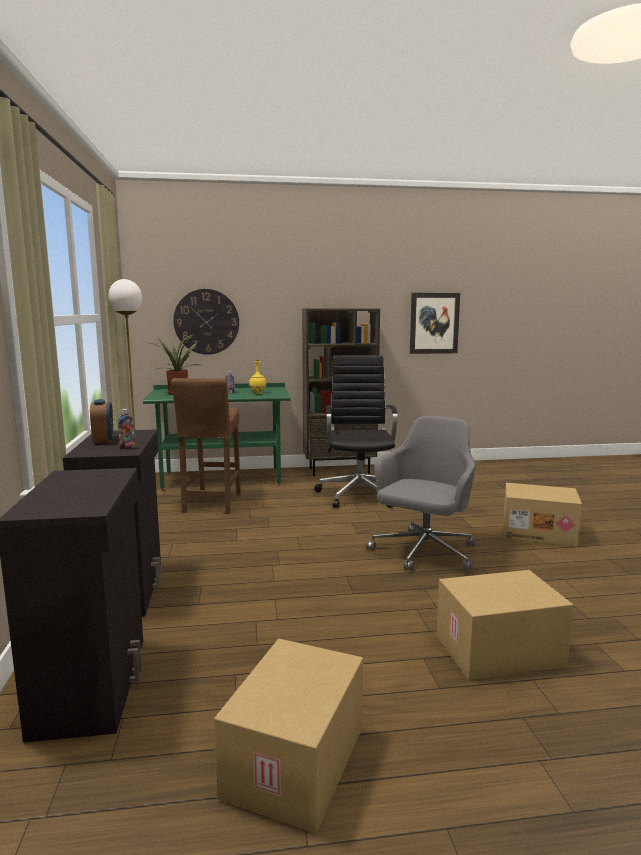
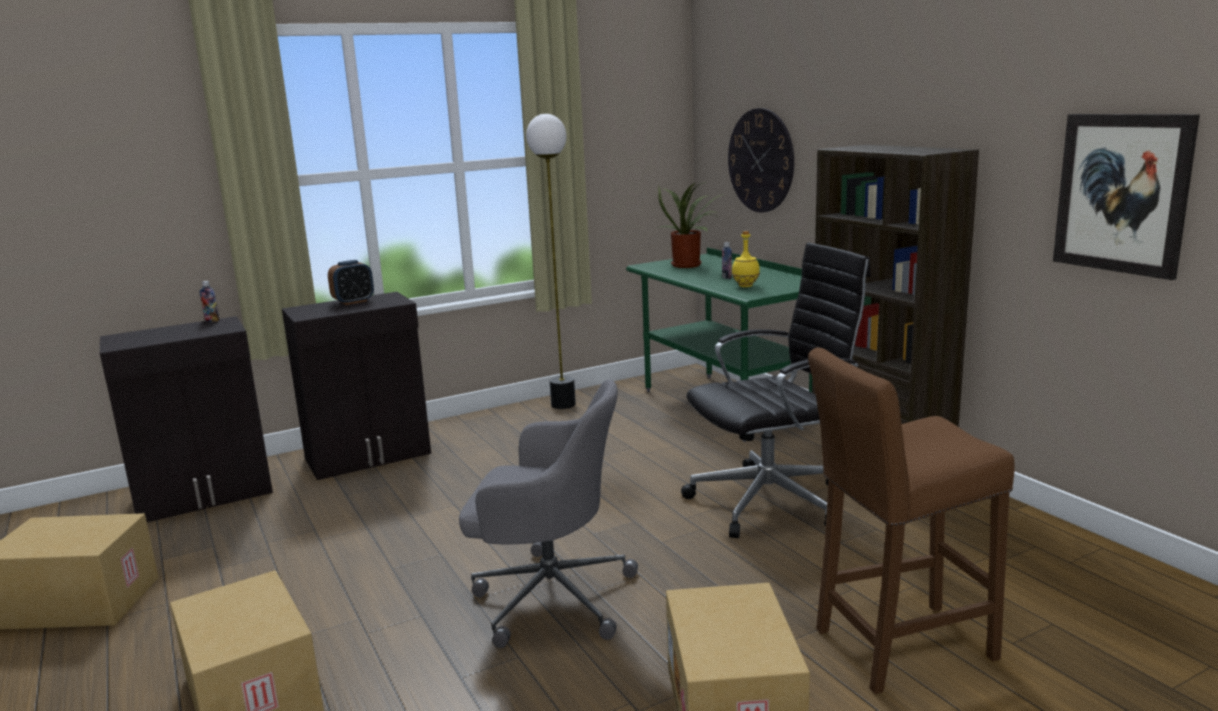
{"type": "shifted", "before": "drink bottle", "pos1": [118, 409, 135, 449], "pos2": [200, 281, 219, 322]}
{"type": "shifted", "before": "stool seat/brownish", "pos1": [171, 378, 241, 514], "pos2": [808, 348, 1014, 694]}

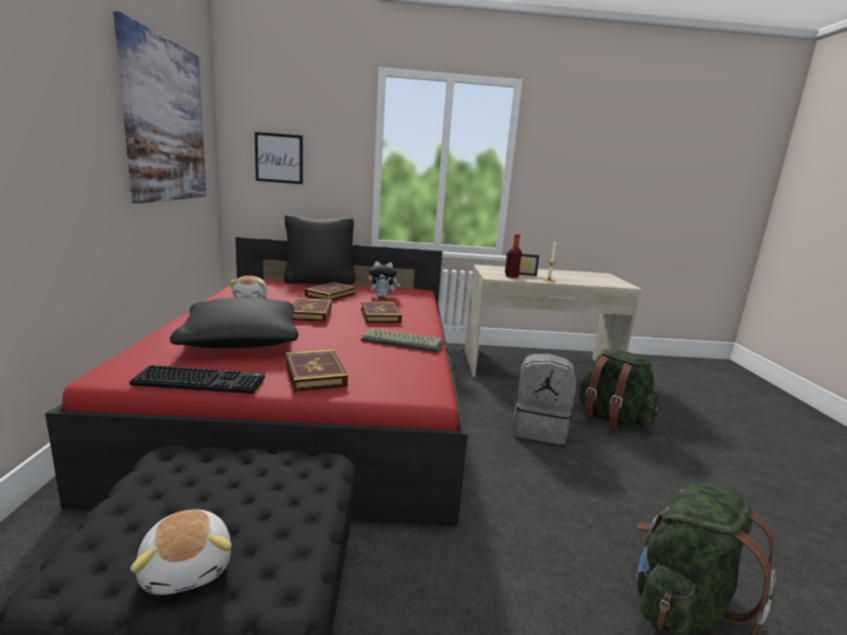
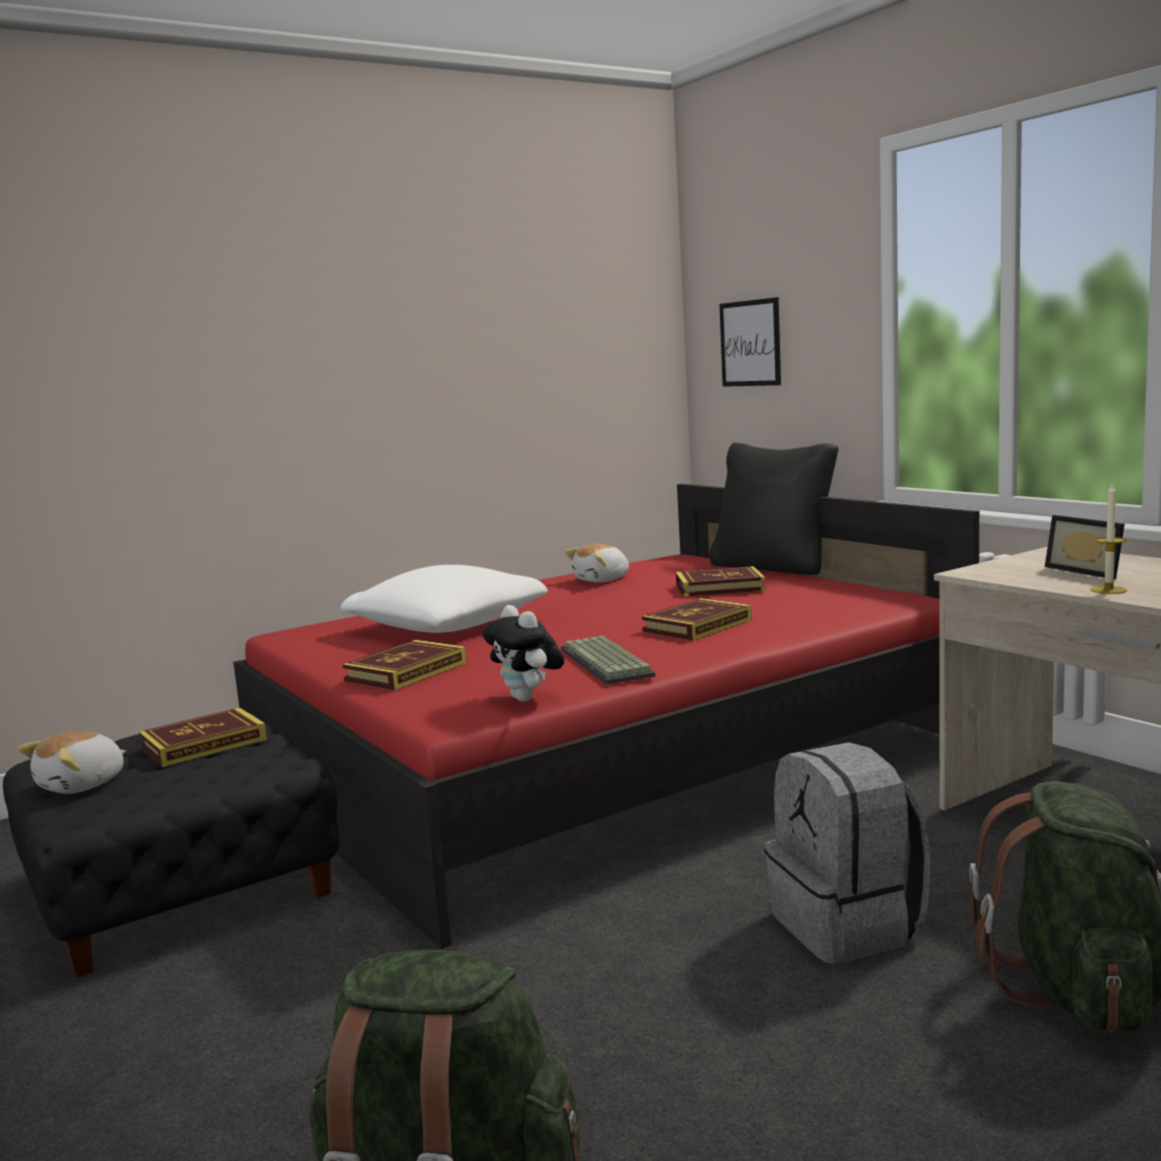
{"type": "gone", "before": "wall picture", "pos1": [113, 11, 207, 204]}
{"type": "gone", "before": "keyboard", "pos1": [129, 365, 265, 394]}
{"type": "repainted", "before": "cushion/black", "after": "cushion/white", "pos1": [170, 297, 298, 348], "pos2": [340, 565, 548, 633]}
{"type": "shifted", "before": "bound book", "pos1": [292, 298, 332, 322], "pos2": [139, 708, 267, 767]}
{"type": "shifted", "before": "soft toy", "pos1": [369, 261, 400, 297], "pos2": [483, 605, 564, 702]}
{"type": "gone", "before": "drink bottle", "pos1": [506, 234, 522, 278]}

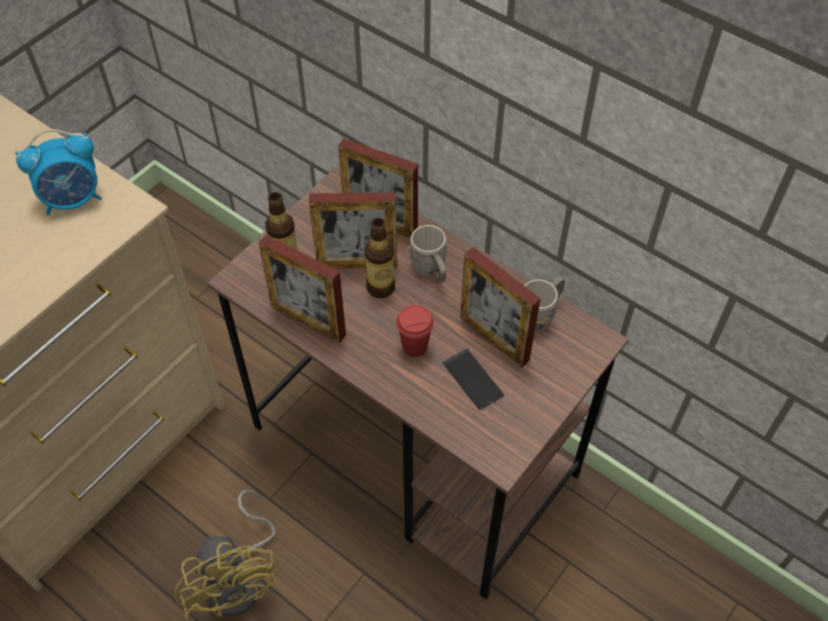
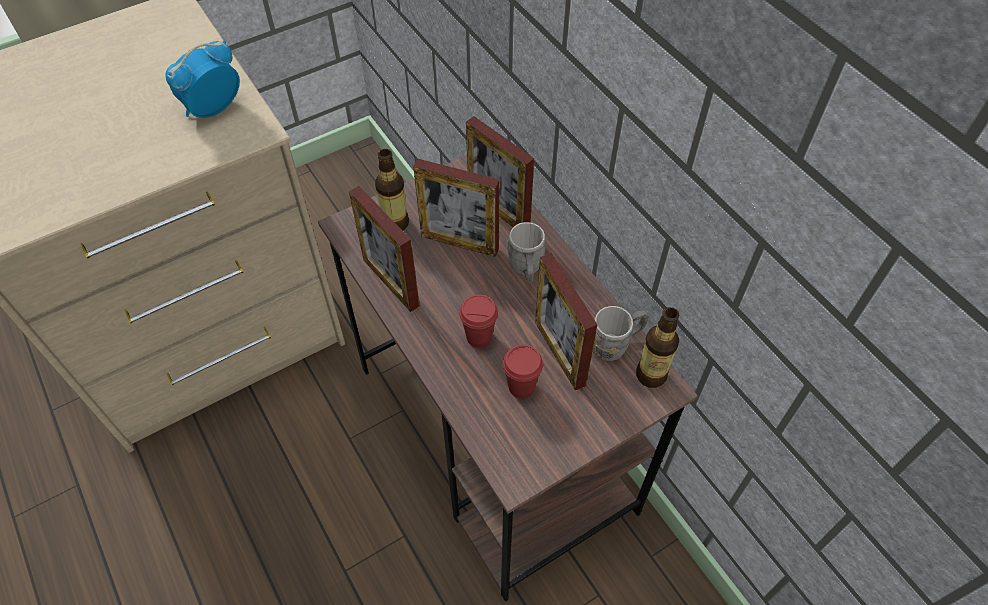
{"type": "rotated", "before": "alarm clock", "pos1": [15, 129, 102, 215], "pos2": [166, 40, 240, 118], "turn": 135}
{"type": "gone", "before": "cooling fan/yellowish", "pos1": [174, 489, 280, 619]}
{"type": "shifted", "before": "drink bottle", "pos1": [364, 218, 395, 298], "pos2": [636, 307, 679, 388]}
{"type": "swapped", "before": "telephone", "after": "cup/reddish", "pos1": [442, 348, 505, 410], "pos2": [503, 344, 543, 398]}

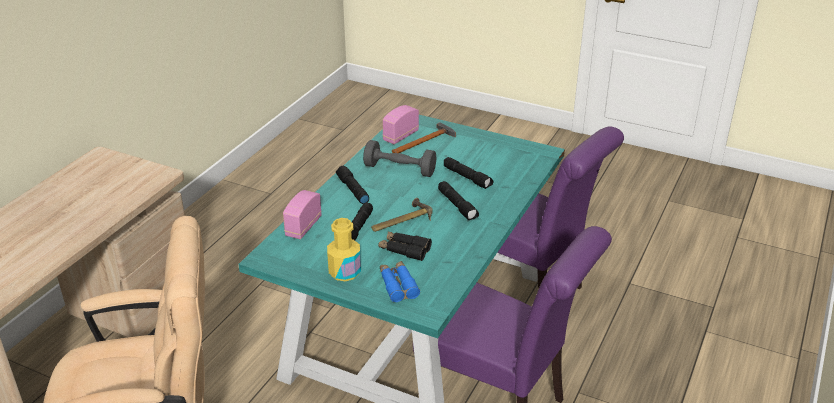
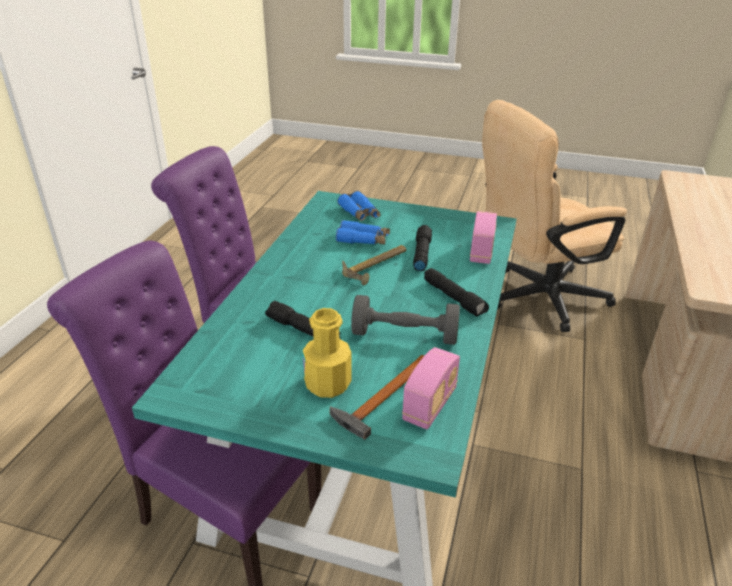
{"type": "shifted", "before": "drink bottle/yellowish", "pos1": [327, 218, 361, 281], "pos2": [302, 308, 351, 398]}
{"type": "repainted", "before": "field glasses/black", "after": "field glasses/blue", "pos1": [378, 231, 432, 261], "pos2": [336, 220, 390, 244]}
{"type": "gone", "before": "torch/black", "pos1": [438, 181, 479, 220]}

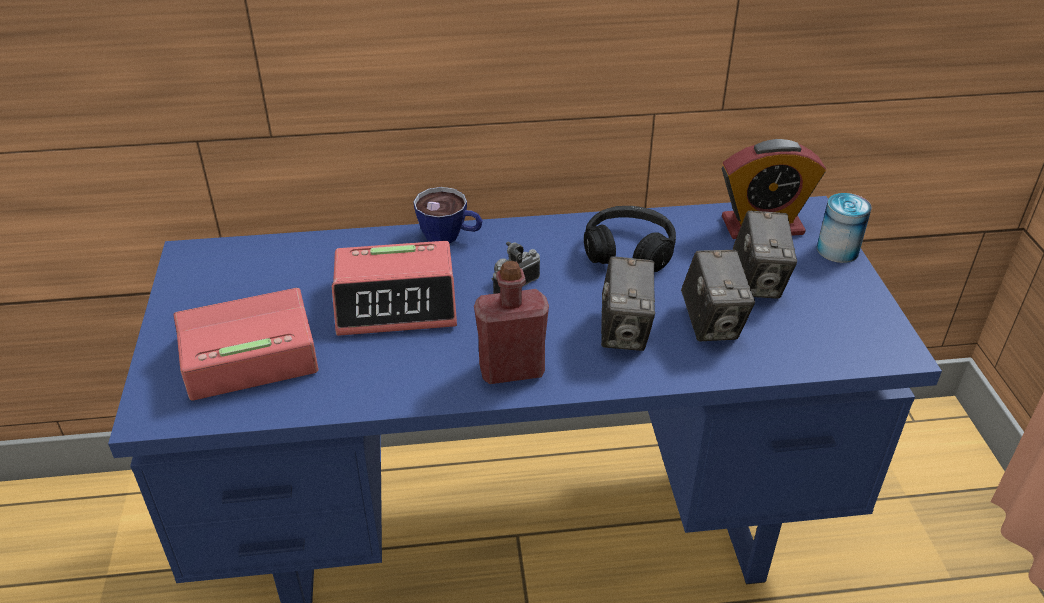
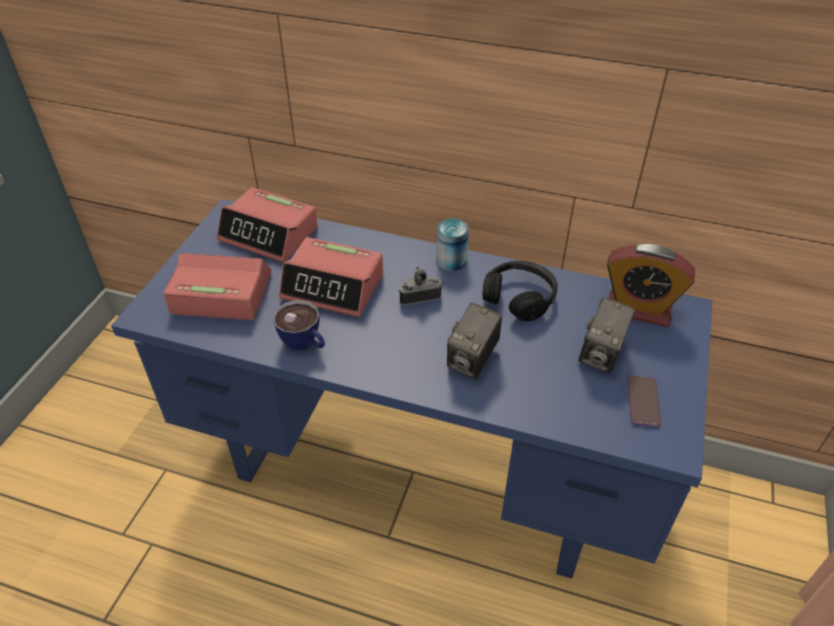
{"type": "shifted", "before": "cup", "pos1": [414, 187, 483, 244], "pos2": [273, 300, 325, 351]}
{"type": "gone", "before": "drink bottle/reddish", "pos1": [474, 261, 549, 384]}
{"type": "gone", "before": "photo camera", "pos1": [681, 250, 755, 341]}
{"type": "shifted", "before": "can", "pos1": [817, 193, 872, 263], "pos2": [436, 219, 469, 271]}
{"type": "new", "after": "alarm clock", "pos2": [217, 188, 318, 262]}
{"type": "new", "after": "telephone", "pos2": [628, 375, 661, 427]}

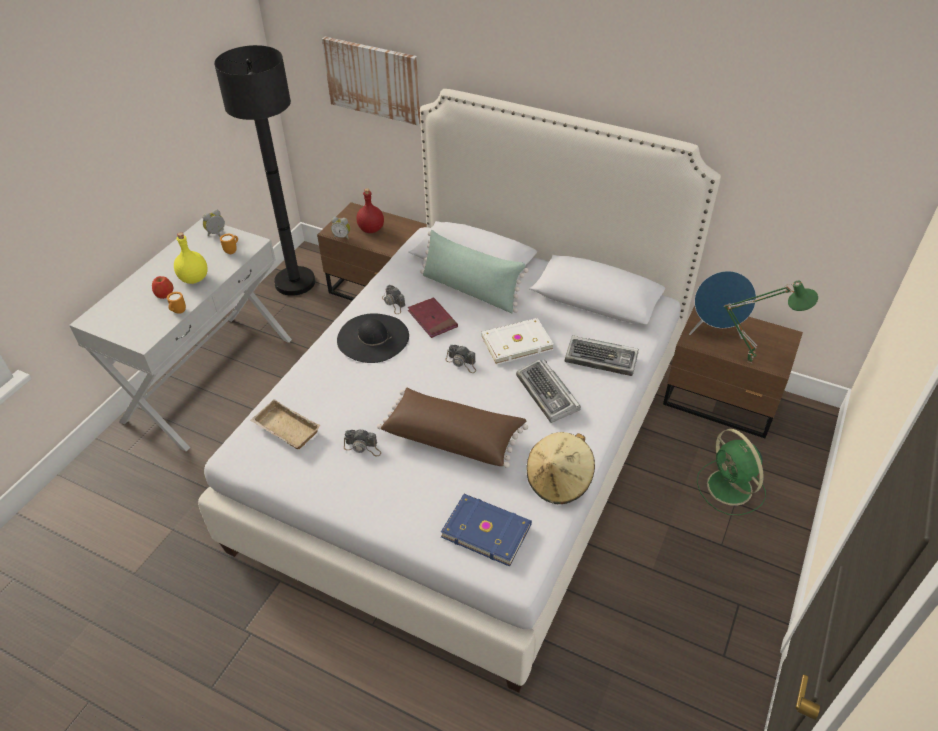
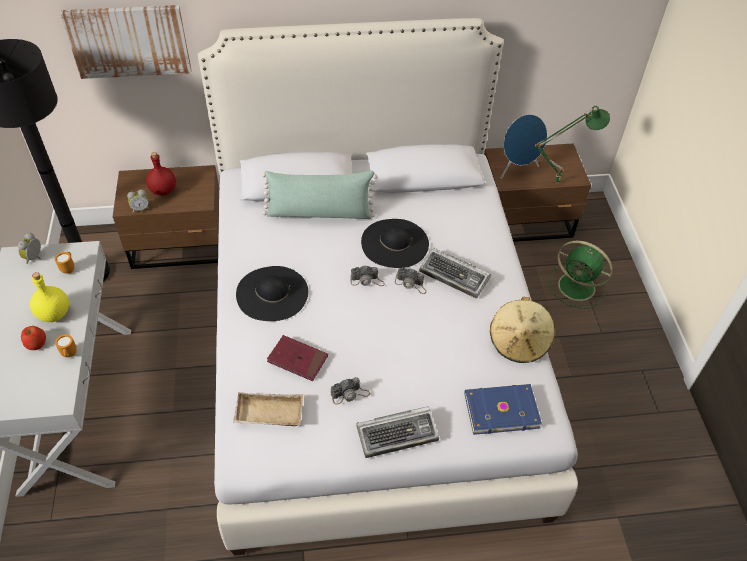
{"type": "gone", "before": "cushion/brownish", "pos1": [377, 388, 528, 468]}
{"type": "shifted", "before": "photo camera", "pos1": [382, 285, 405, 314], "pos2": [395, 268, 427, 294]}
{"type": "shifted", "before": "bound book/reddish", "pos1": [408, 297, 458, 338], "pos2": [267, 335, 328, 381]}
{"type": "swapped", "before": "bound book/white", "after": "hat/black", "pos1": [481, 318, 554, 365], "pos2": [361, 219, 429, 268]}
{"type": "shifted", "before": "keyboard", "pos1": [565, 335, 639, 376], "pos2": [356, 407, 439, 458]}

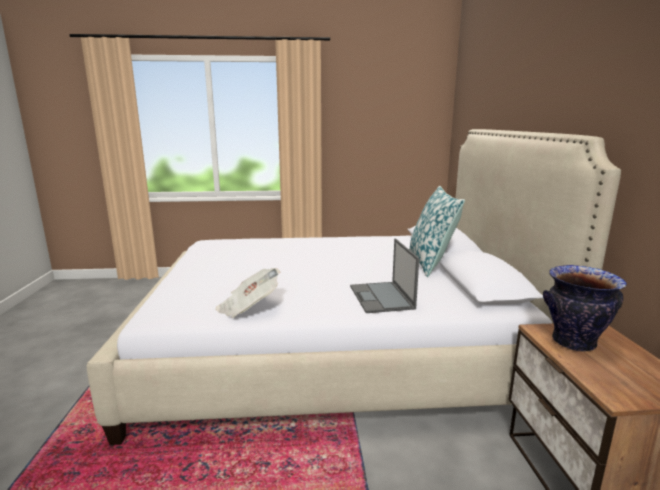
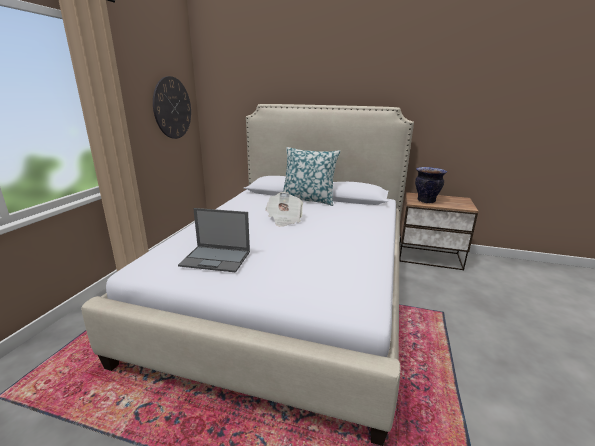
{"type": "shifted", "before": "daily paper", "pos1": [215, 268, 281, 318], "pos2": [265, 192, 303, 227]}
{"type": "shifted", "before": "portable computer", "pos1": [350, 239, 419, 313], "pos2": [178, 208, 250, 272]}
{"type": "new", "after": "wall clock", "pos2": [153, 76, 191, 139]}

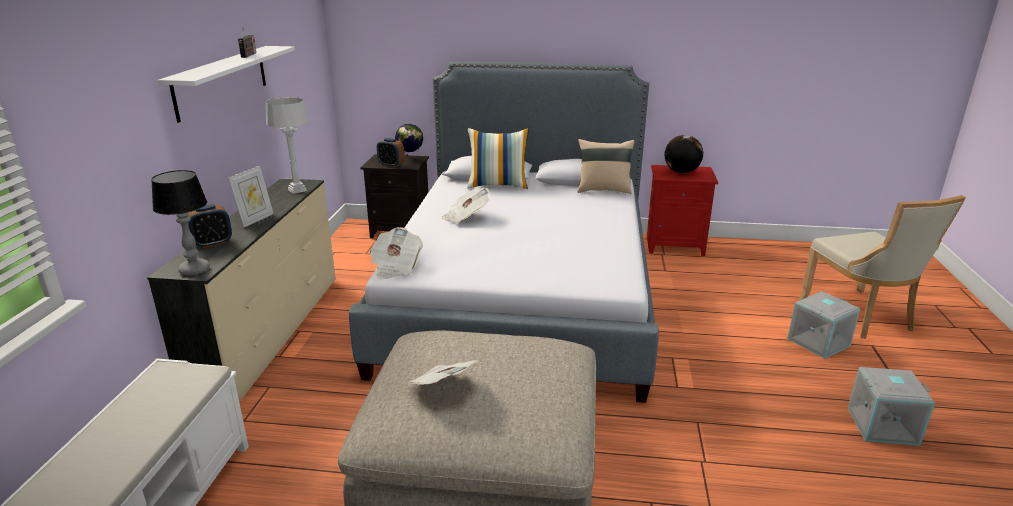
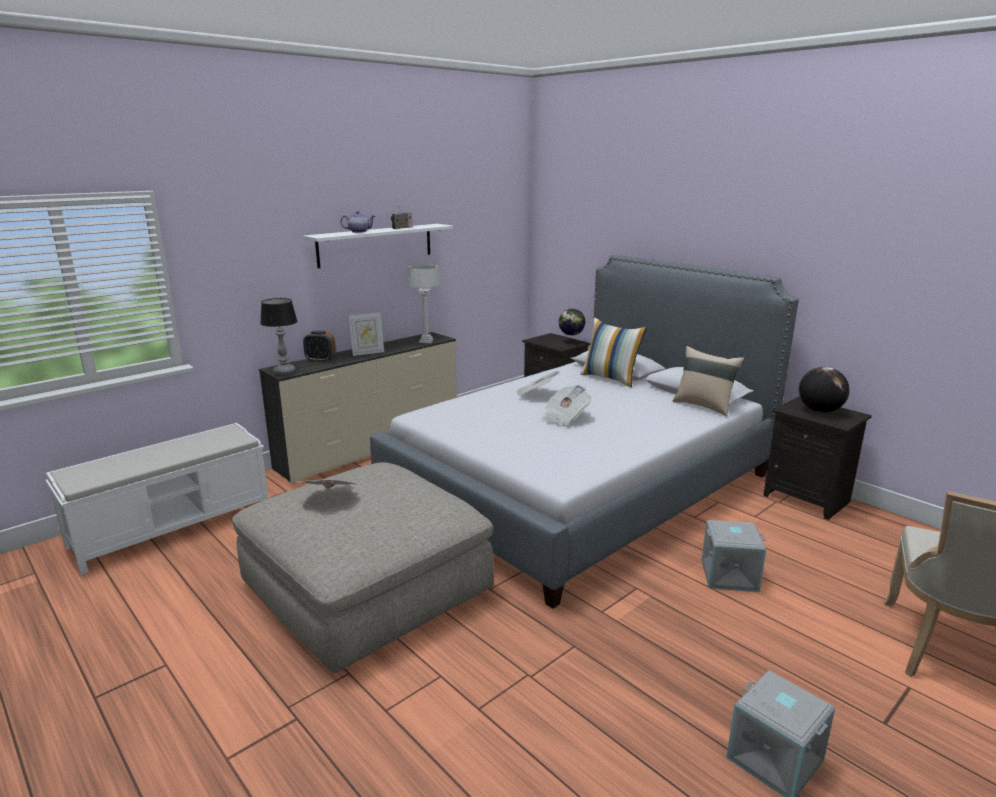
{"type": "shifted", "before": "daily paper", "pos1": [370, 227, 423, 279], "pos2": [542, 385, 591, 424]}
{"type": "gone", "before": "alarm clock", "pos1": [377, 138, 405, 167]}
{"type": "repainted", "before": "bedside table/reddish", "after": "bedside table/black", "pos1": [647, 165, 718, 256], "pos2": [763, 397, 872, 520]}
{"type": "shifted", "before": "storage container/greyish", "pos1": [787, 291, 860, 359], "pos2": [702, 520, 766, 592]}
{"type": "new", "after": "tea pot", "pos2": [341, 211, 375, 233]}

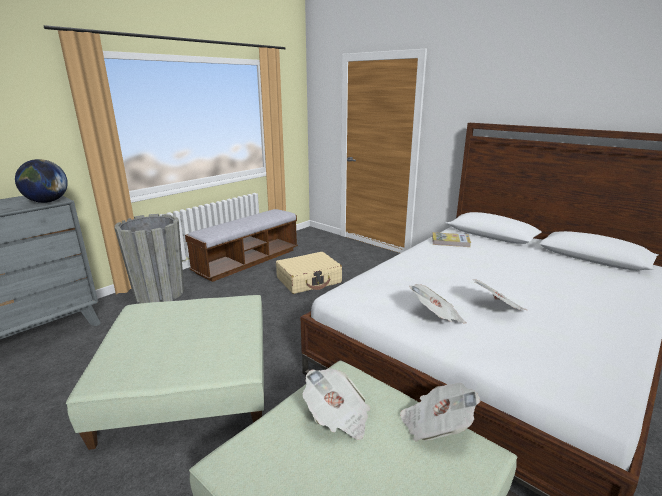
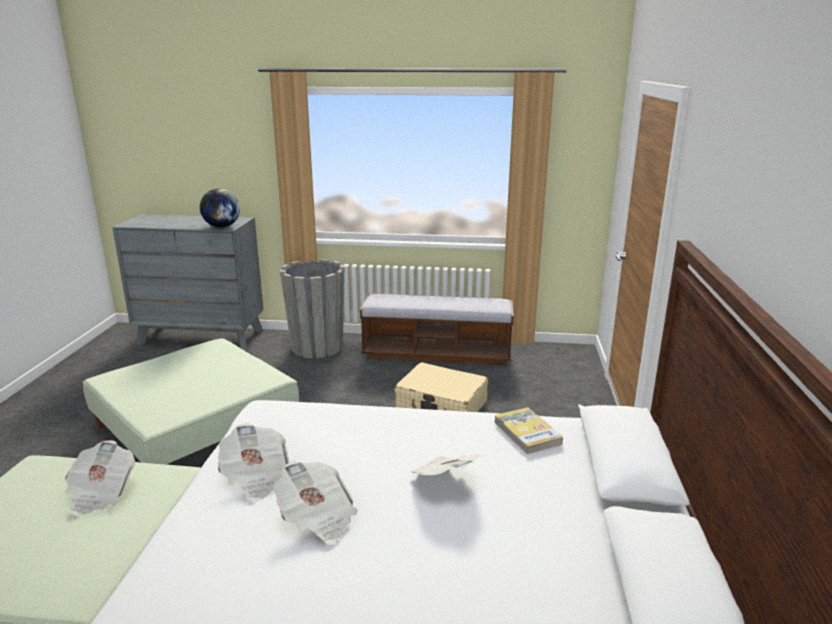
{"type": "shifted", "before": "daily paper", "pos1": [400, 383, 480, 442], "pos2": [410, 454, 484, 475]}

